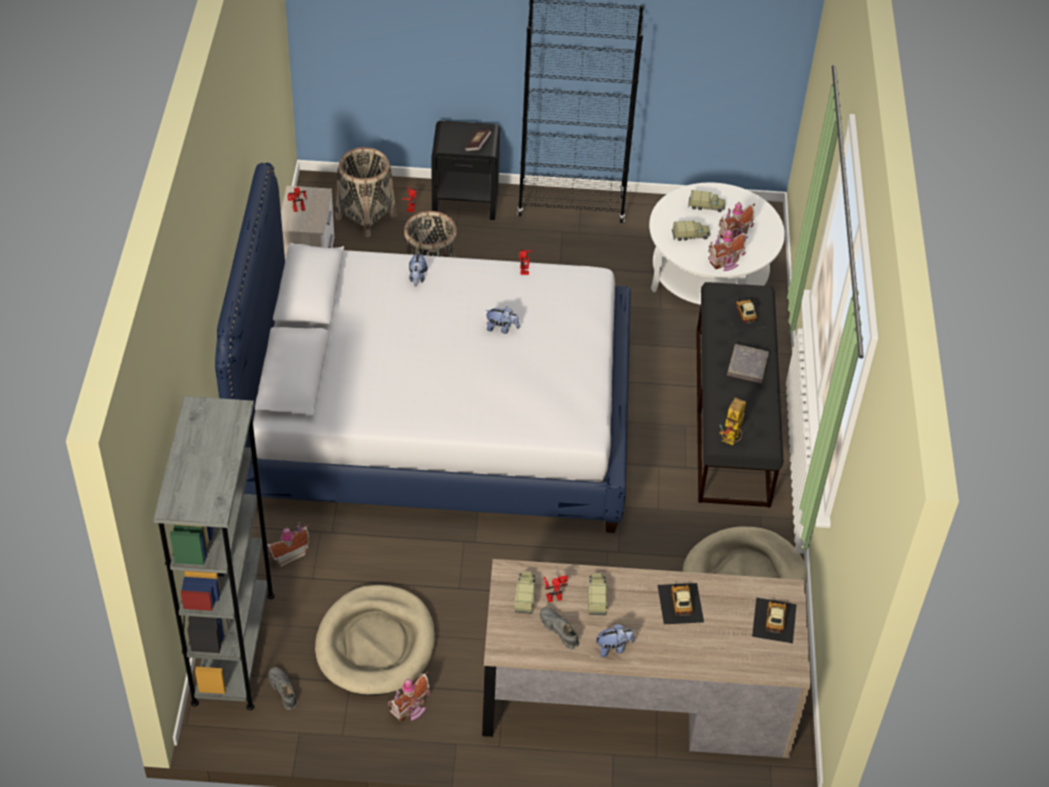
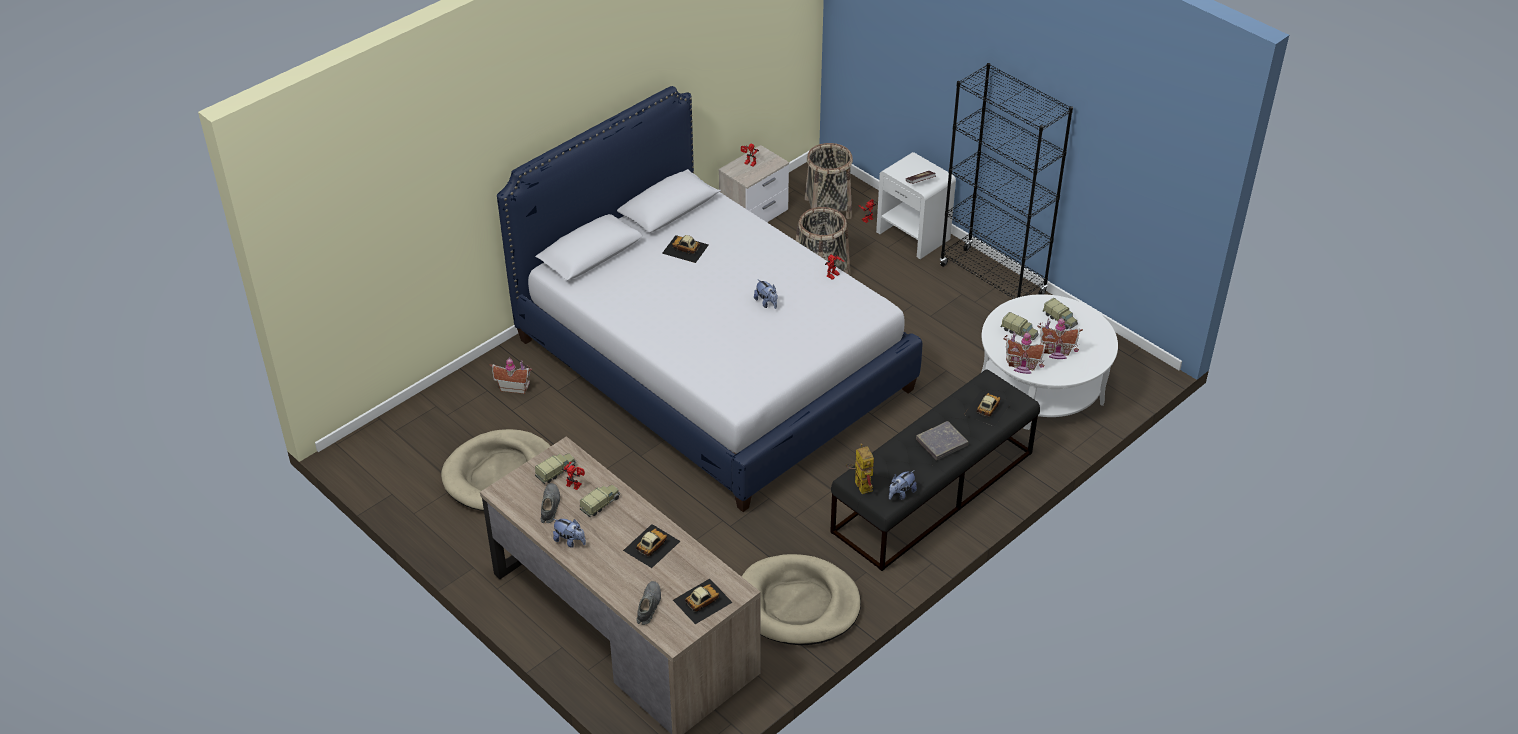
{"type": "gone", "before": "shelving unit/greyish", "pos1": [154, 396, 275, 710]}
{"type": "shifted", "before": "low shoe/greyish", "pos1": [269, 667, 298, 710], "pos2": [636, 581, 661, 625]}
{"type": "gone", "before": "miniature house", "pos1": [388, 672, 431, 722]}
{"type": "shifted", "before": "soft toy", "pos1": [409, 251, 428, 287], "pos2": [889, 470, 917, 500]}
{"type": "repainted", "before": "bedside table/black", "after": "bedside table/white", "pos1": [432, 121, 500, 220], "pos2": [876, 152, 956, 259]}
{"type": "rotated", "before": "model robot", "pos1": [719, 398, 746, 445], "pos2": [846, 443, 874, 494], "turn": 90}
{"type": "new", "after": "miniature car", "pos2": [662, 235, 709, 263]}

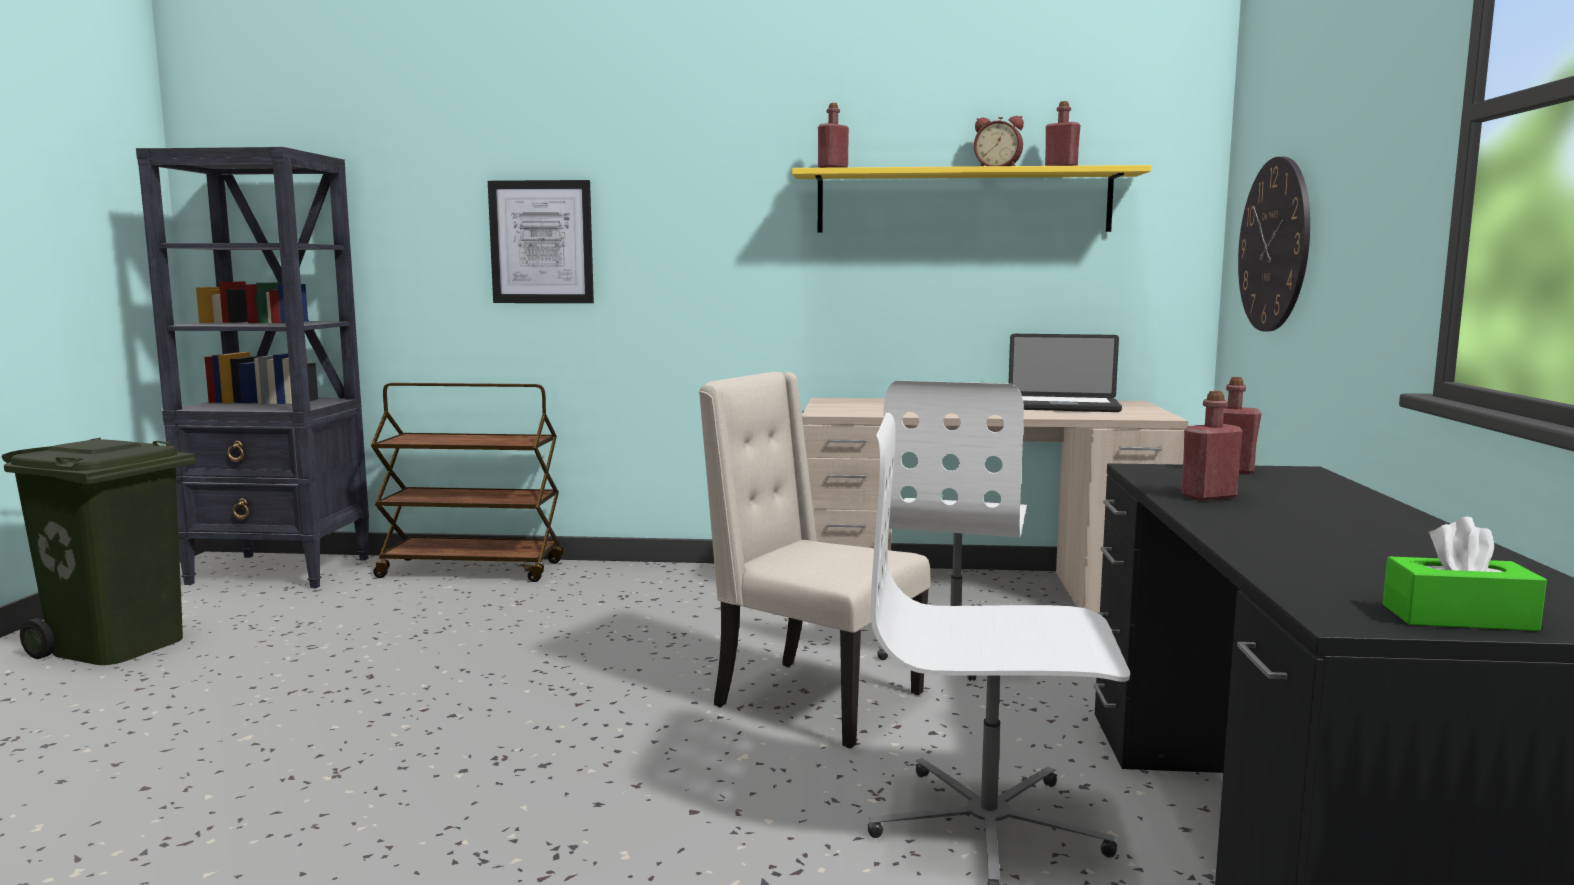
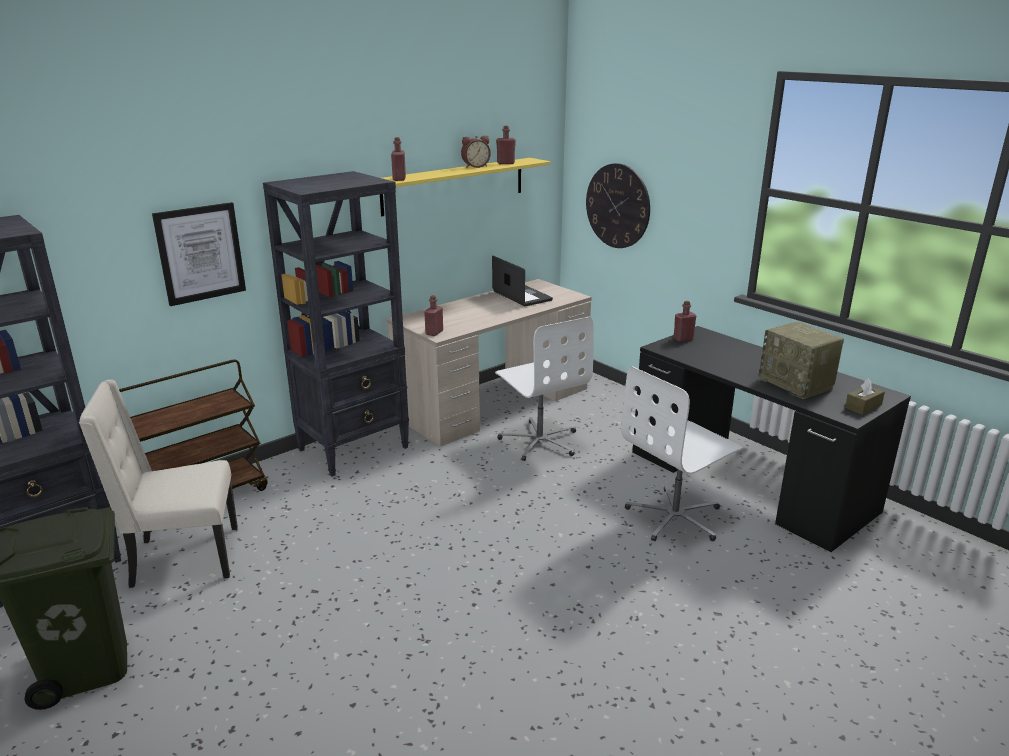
{"type": "shifted", "before": "chair/sand-coloured", "pos1": [699, 372, 931, 748], "pos2": [79, 379, 238, 588]}
{"type": "rotated", "before": "portable computer", "pos1": [1008, 334, 1122, 412], "pos2": [492, 256, 553, 306], "turn": -90}
{"type": "shifted", "before": "drink bottle/reddish", "pos1": [1181, 391, 1243, 501], "pos2": [424, 295, 443, 336]}
{"type": "repainted", "before": "tissue holder/green-coloured", "after": "tissue holder/brownish", "pos1": [1383, 517, 1547, 631], "pos2": [845, 378, 885, 415]}
{"type": "new", "after": "shelving unit/black", "pos2": [263, 171, 409, 477]}
{"type": "new", "after": "radio set", "pos2": [759, 321, 844, 399]}

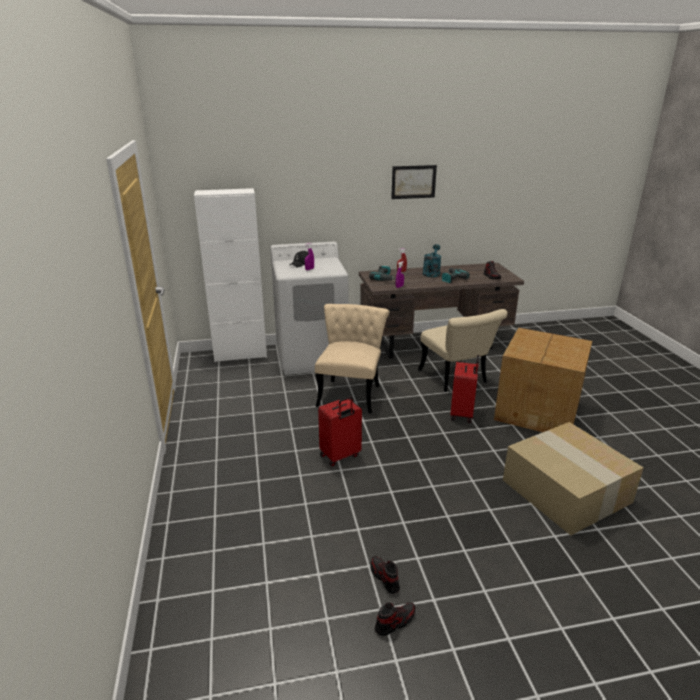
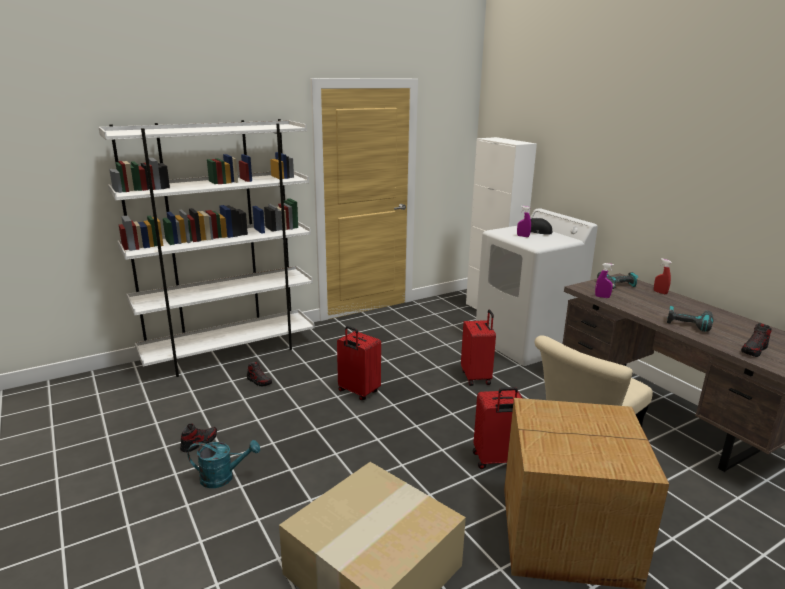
{"type": "swapped", "before": "chair/sand-coloured", "after": "piece of luggage/reddish", "pos1": [315, 304, 390, 414], "pos2": [461, 310, 496, 386]}
{"type": "shifted", "before": "low shoe", "pos1": [375, 602, 416, 636], "pos2": [247, 361, 272, 387]}
{"type": "gone", "before": "wall picture", "pos1": [391, 165, 437, 199]}
{"type": "shifted", "before": "watering pot/turquoise-coloured", "pos1": [423, 244, 441, 277], "pos2": [188, 440, 260, 488]}
{"type": "new", "after": "shelving unit/white", "pos2": [98, 119, 315, 377]}

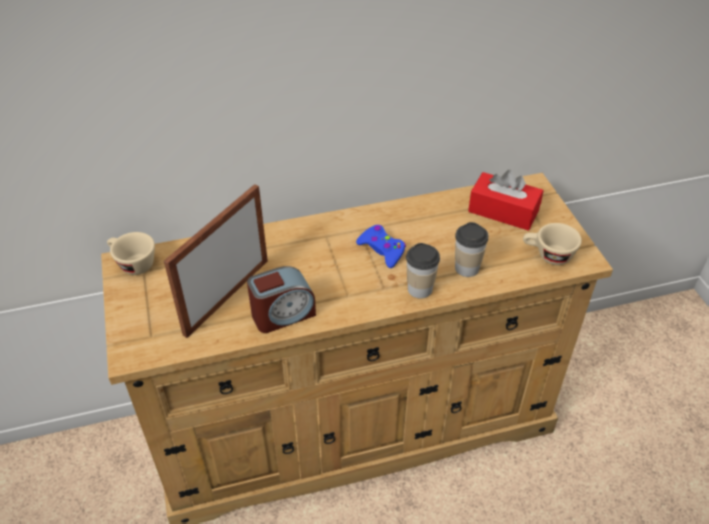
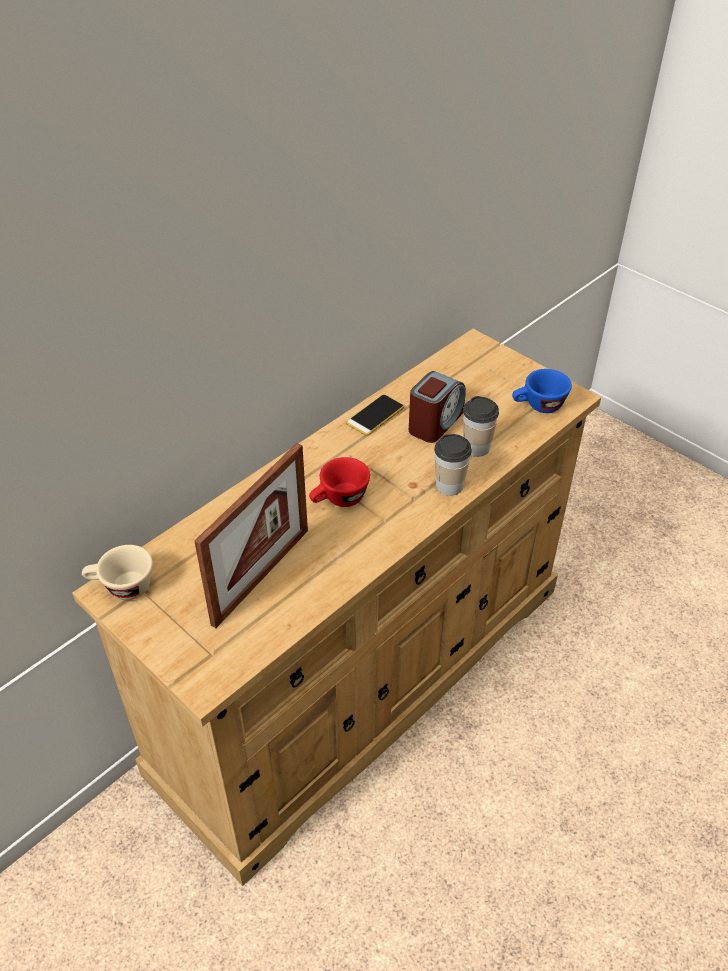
{"type": "rotated", "before": "photo frame", "pos1": [164, 184, 268, 338], "pos2": [194, 443, 308, 628], "turn": -150}
{"type": "shifted", "before": "alarm clock", "pos1": [247, 266, 316, 333], "pos2": [409, 371, 466, 443]}
{"type": "gone", "before": "gamepad/blue", "pos1": [356, 225, 406, 268]}
{"type": "gone", "before": "tissue holder/reddish", "pos1": [468, 170, 544, 231]}
{"type": "repainted", "before": "cup/sand-coloured", "after": "cup/blue", "pos1": [523, 223, 582, 265], "pos2": [512, 369, 572, 413]}
{"type": "new", "after": "cup/reddish", "pos2": [309, 457, 370, 507]}
{"type": "new", "after": "telephone", "pos2": [346, 395, 404, 436]}

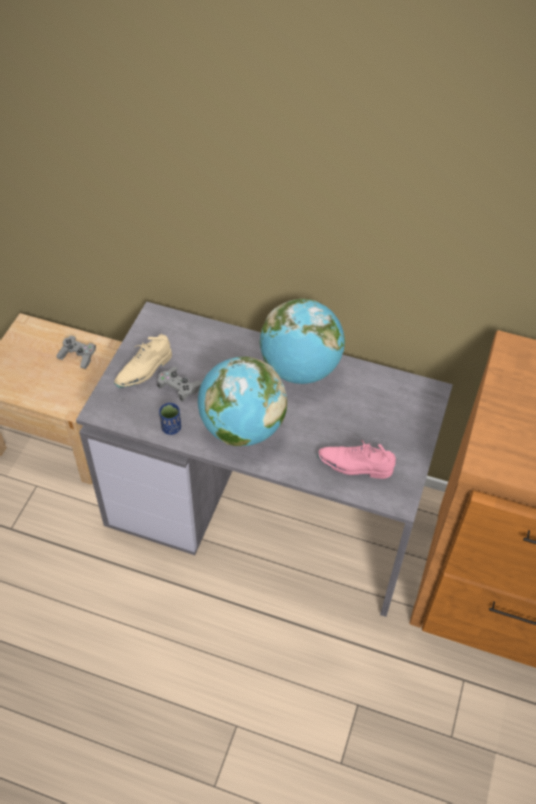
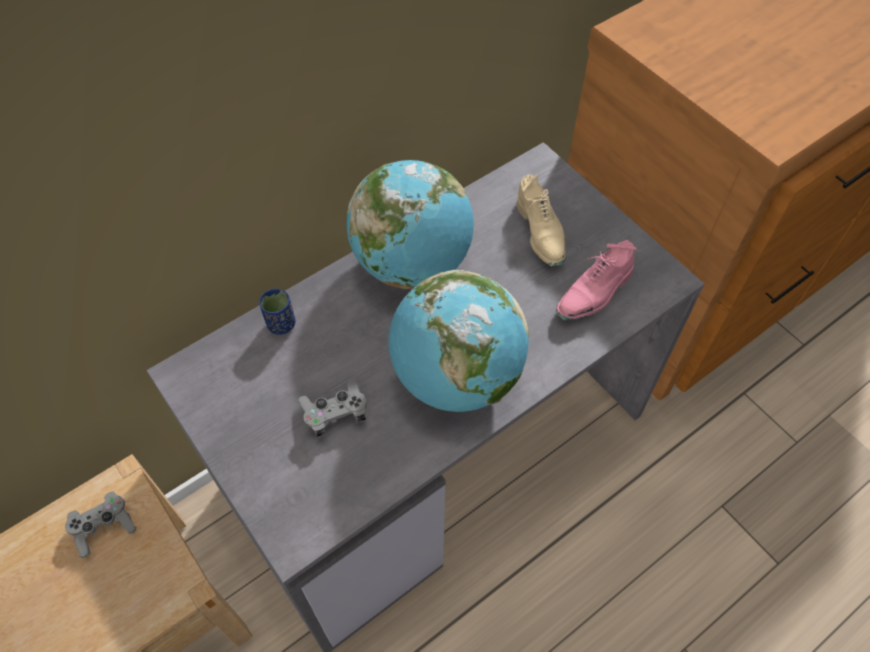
{"type": "shifted", "before": "low shoe/sand-coloured", "pos1": [114, 334, 172, 388], "pos2": [517, 174, 566, 266]}
{"type": "shifted", "before": "cup/blue", "pos1": [159, 403, 181, 435], "pos2": [259, 289, 295, 335]}

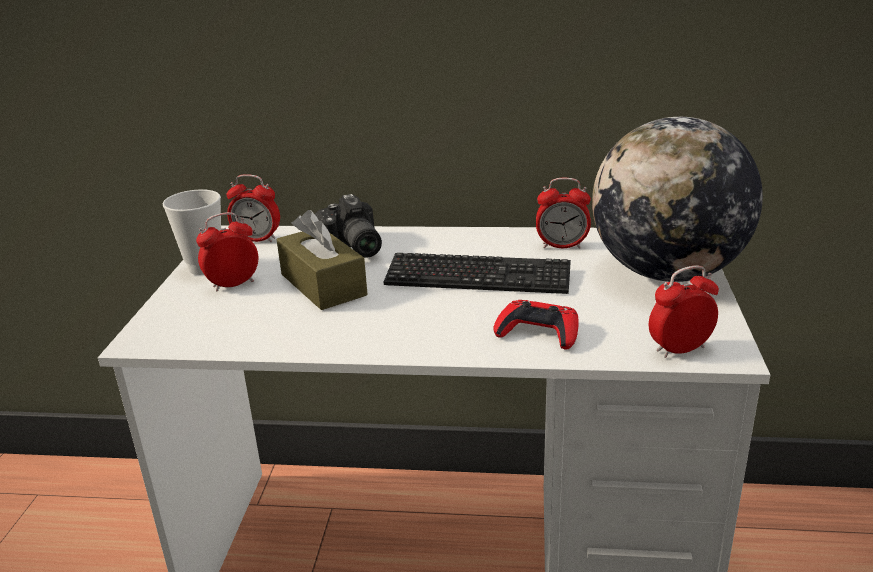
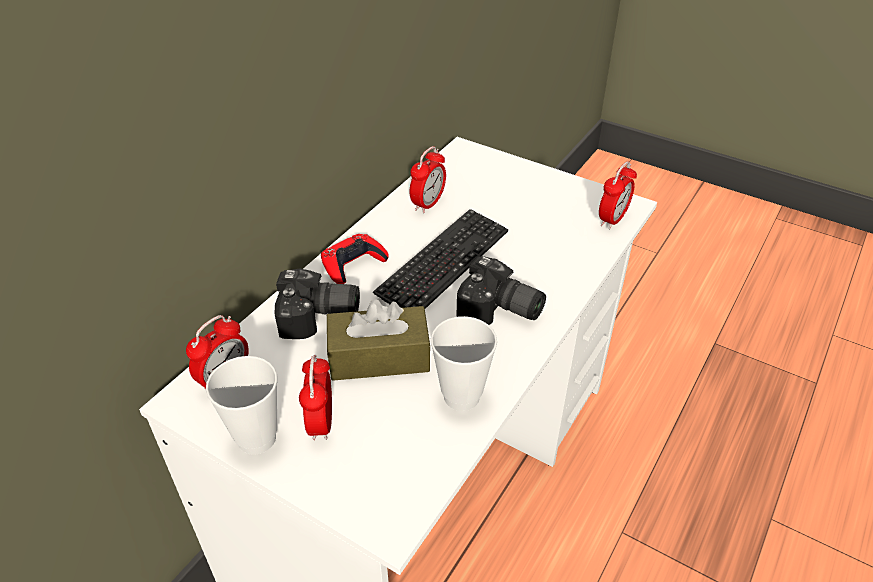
{"type": "shifted", "before": "gamepad/reddish", "pos1": [493, 300, 578, 350], "pos2": [321, 234, 389, 284]}
{"type": "gone", "before": "globe", "pos1": [592, 117, 763, 282]}
{"type": "rotated", "before": "alarm clock", "pos1": [649, 265, 719, 358], "pos2": [599, 161, 637, 229], "turn": -150}
{"type": "new", "after": "cup", "pos2": [431, 316, 497, 411]}
{"type": "new", "after": "photo camera", "pos2": [457, 256, 546, 325]}

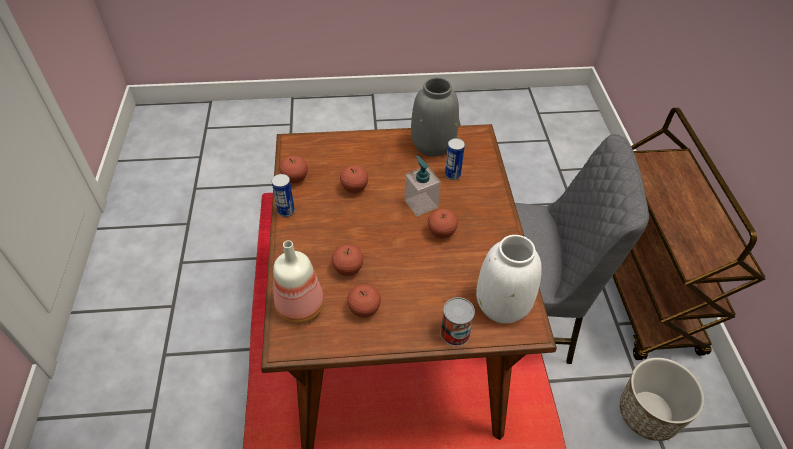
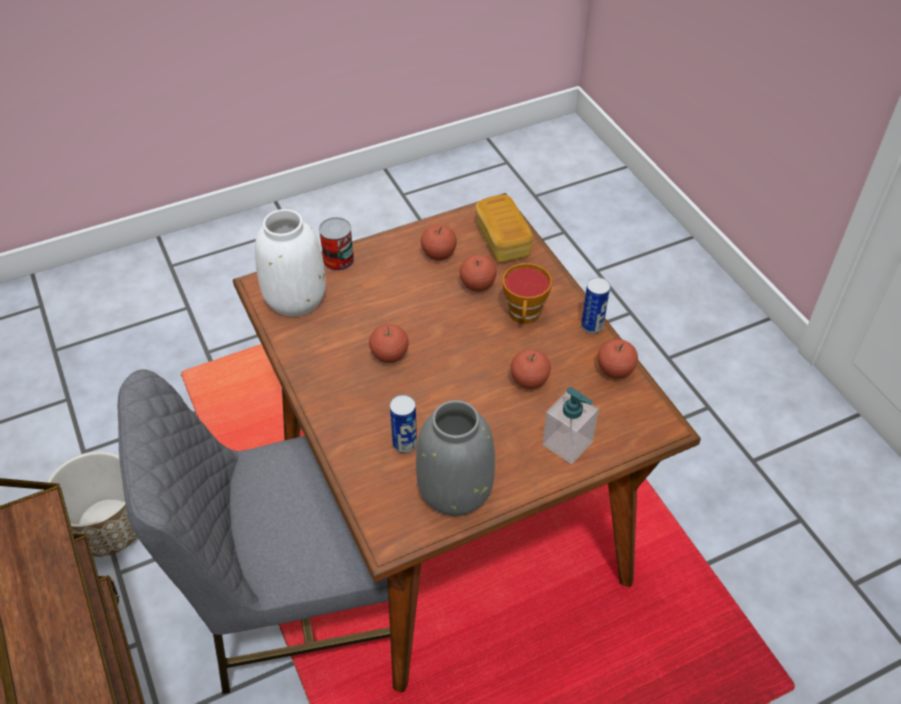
{"type": "swapped", "before": "drink bottle", "after": "baked bread", "pos1": [273, 240, 324, 324], "pos2": [475, 195, 533, 263]}
{"type": "shifted", "before": "soap dispenser", "pos1": [404, 155, 441, 216], "pos2": [542, 387, 599, 464]}
{"type": "new", "after": "cup", "pos2": [502, 263, 552, 324]}

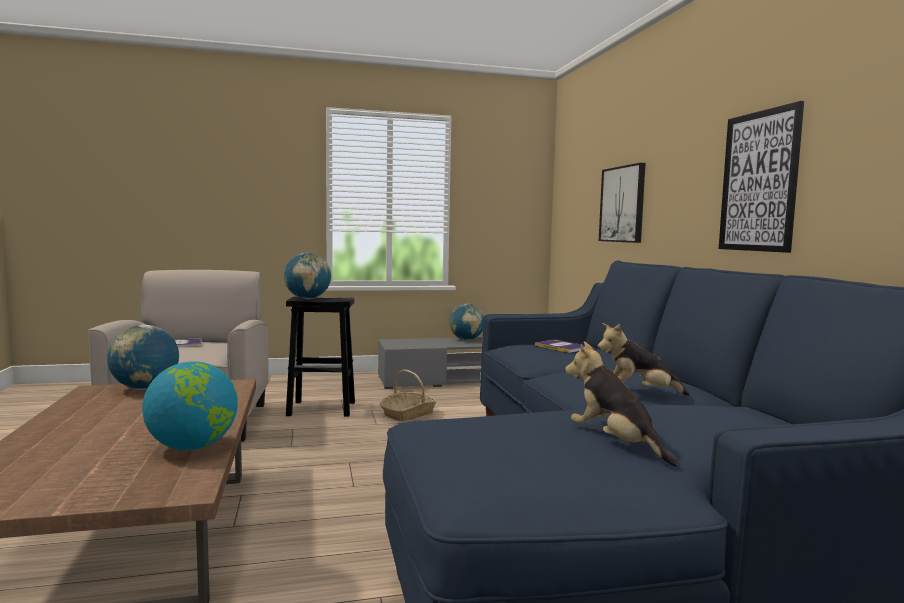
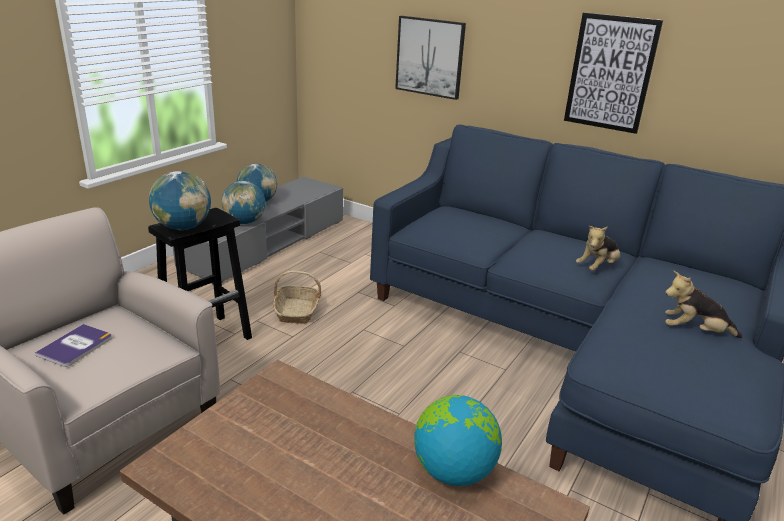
{"type": "shifted", "before": "globe", "pos1": [107, 325, 179, 390], "pos2": [221, 181, 266, 224]}
{"type": "gone", "before": "bound book", "pos1": [535, 340, 585, 353]}

